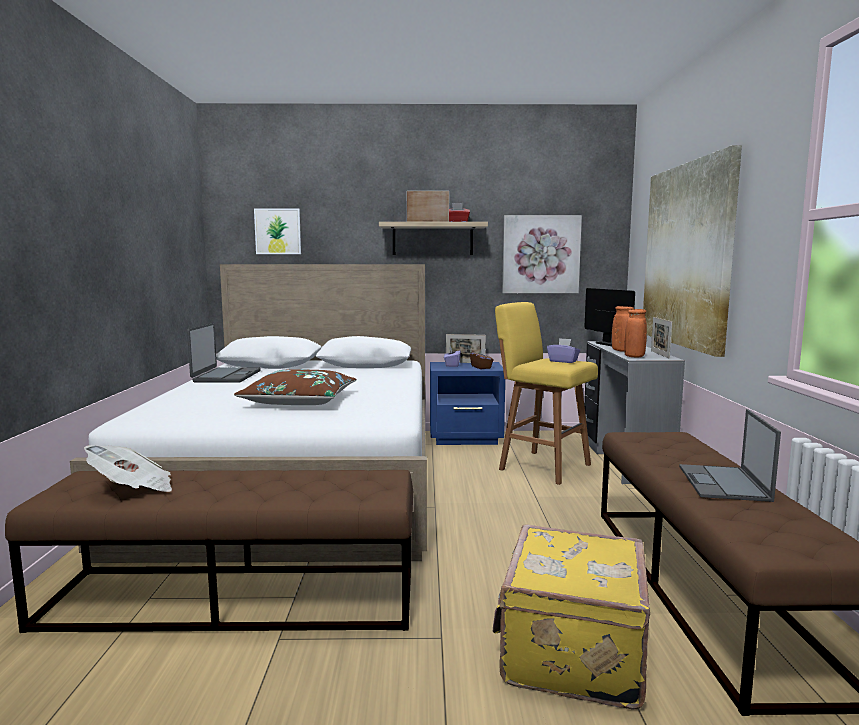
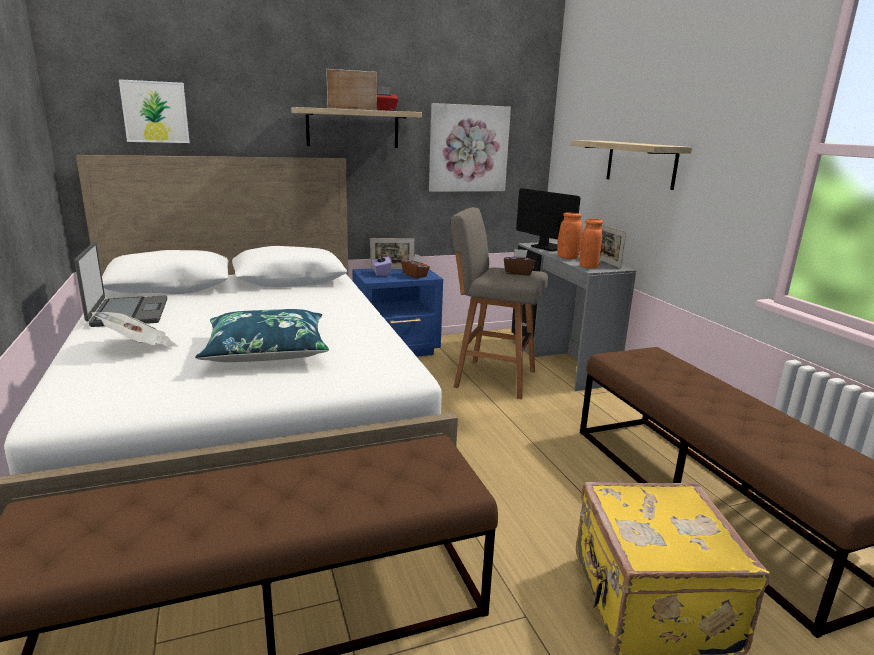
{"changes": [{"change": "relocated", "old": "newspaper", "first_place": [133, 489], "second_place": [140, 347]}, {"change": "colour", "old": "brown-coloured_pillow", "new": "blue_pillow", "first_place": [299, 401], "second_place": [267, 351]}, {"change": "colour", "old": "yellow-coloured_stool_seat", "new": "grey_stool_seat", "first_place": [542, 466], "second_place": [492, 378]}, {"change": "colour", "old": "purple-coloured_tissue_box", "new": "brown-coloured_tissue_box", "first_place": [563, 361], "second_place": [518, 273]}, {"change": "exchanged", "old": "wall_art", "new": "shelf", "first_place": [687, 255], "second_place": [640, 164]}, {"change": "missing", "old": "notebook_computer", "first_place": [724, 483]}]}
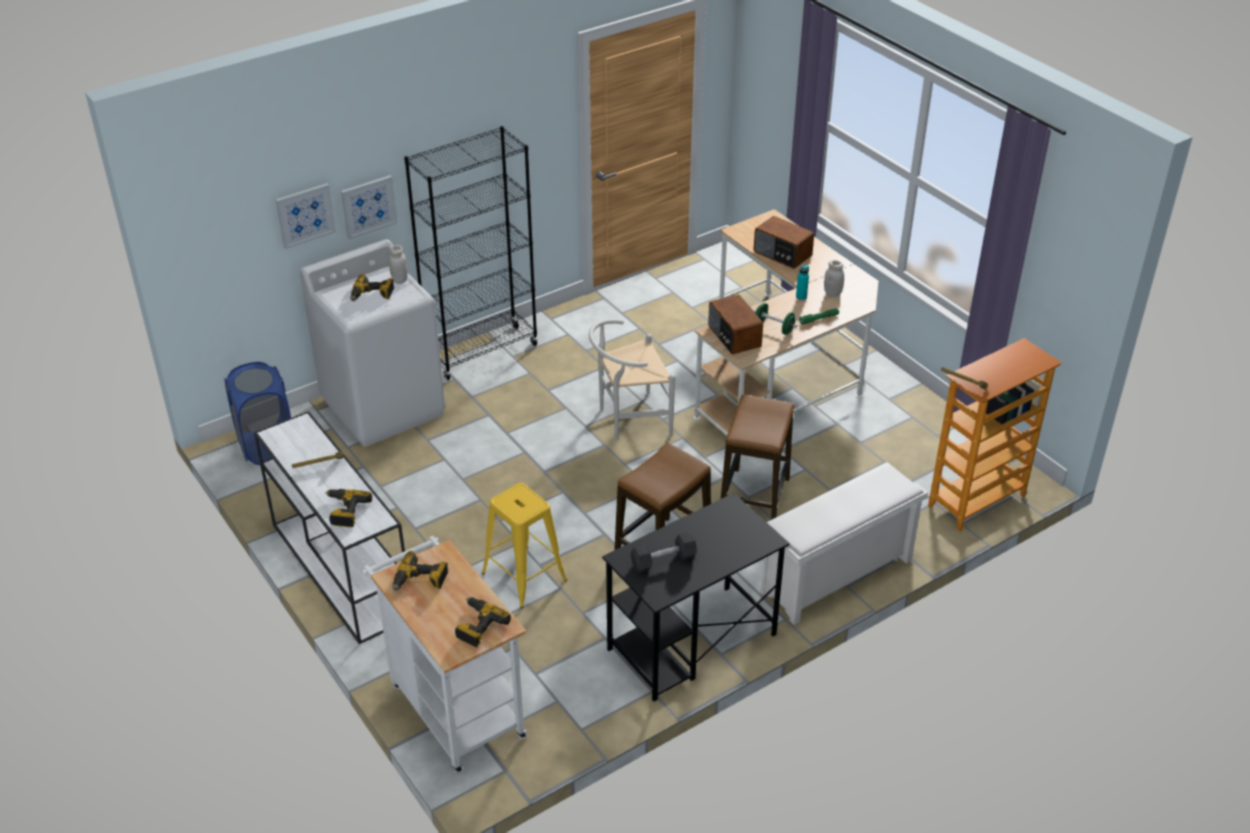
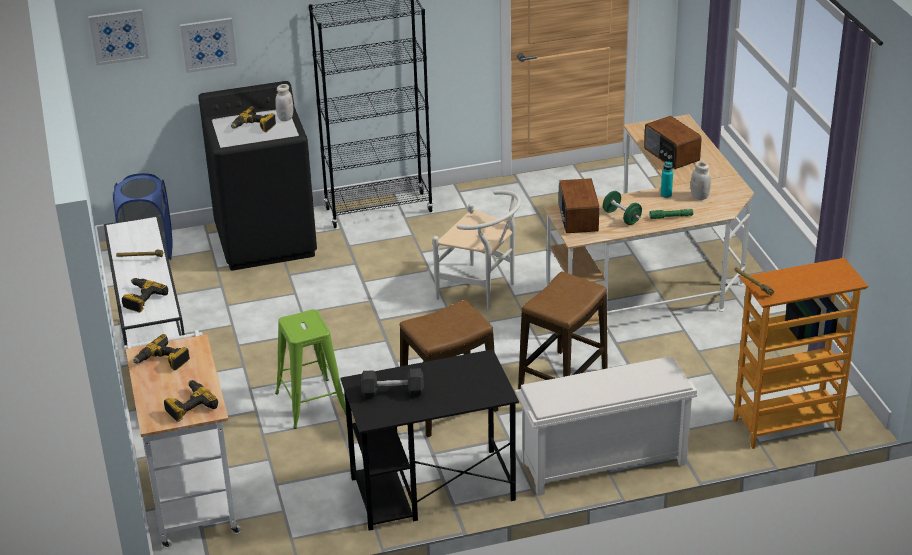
{"changes": [{"change": "relocated", "old": "wall_art", "first_place": [368, 206], "second_place": [118, 36]}, {"change": "colour", "old": "white-coloured_laundry_appliance", "new": "black-coloured_laundry_appliance", "first_place": [384, 406], "second_place": [266, 240]}, {"change": "colour", "old": "yellow-coloured_stool_seat", "new": "green_stool_seat", "first_place": [524, 577], "second_place": [311, 404]}, {"change": "spun", "old": "white-coloured_chair", "first_place": [629, 419], "second_place": [482, 290], "degrees": -150}]}
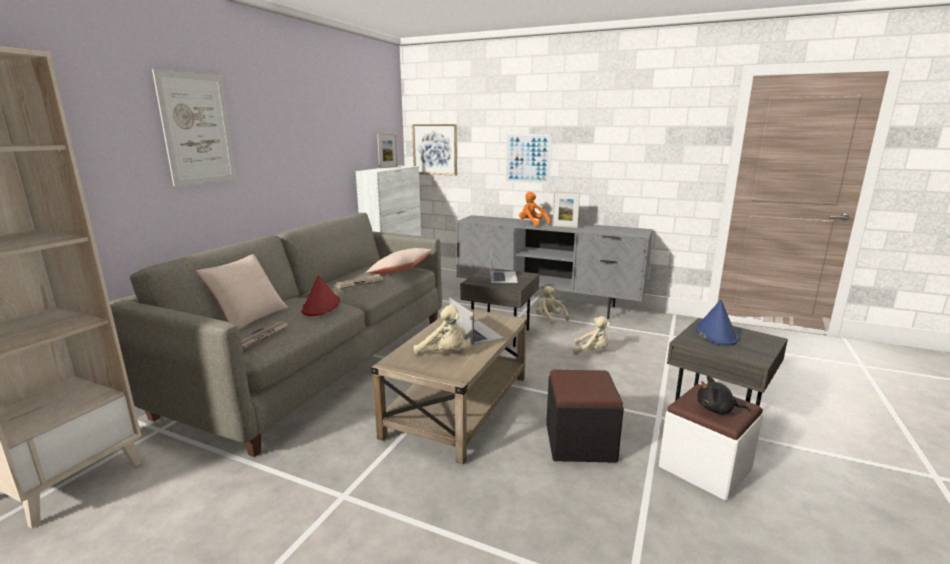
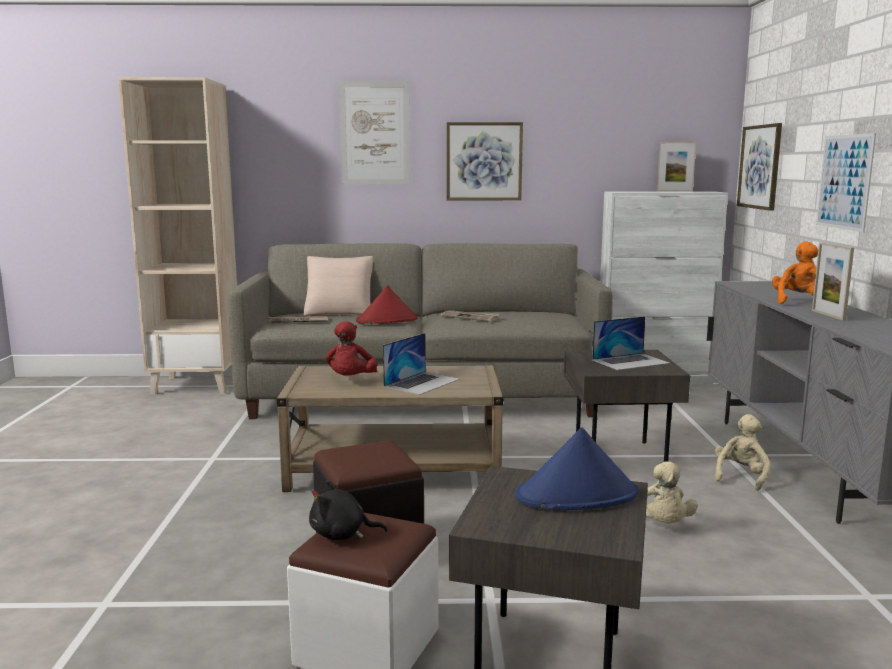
{"changes": [{"change": "spun", "old": "black-coloured_cuddly_toy", "first_place": [717, 410], "second_place": [342, 535], "degrees": -75}, {"change": "colour", "old": "beige_cuddly_toy", "new": "red-coloured_cuddly_toy", "first_place": [444, 353], "second_place": [351, 380]}, {"change": "appeared", "new": "wall_art", "second_place": [484, 161]}, {"change": "missing", "old": "beige_pillow", "first_place": [400, 271]}]}
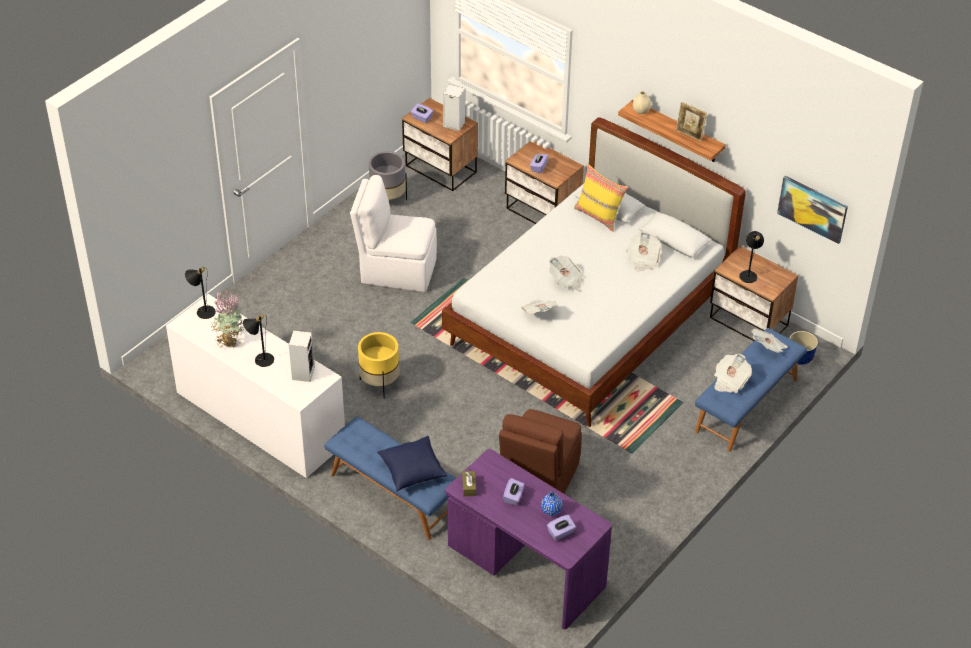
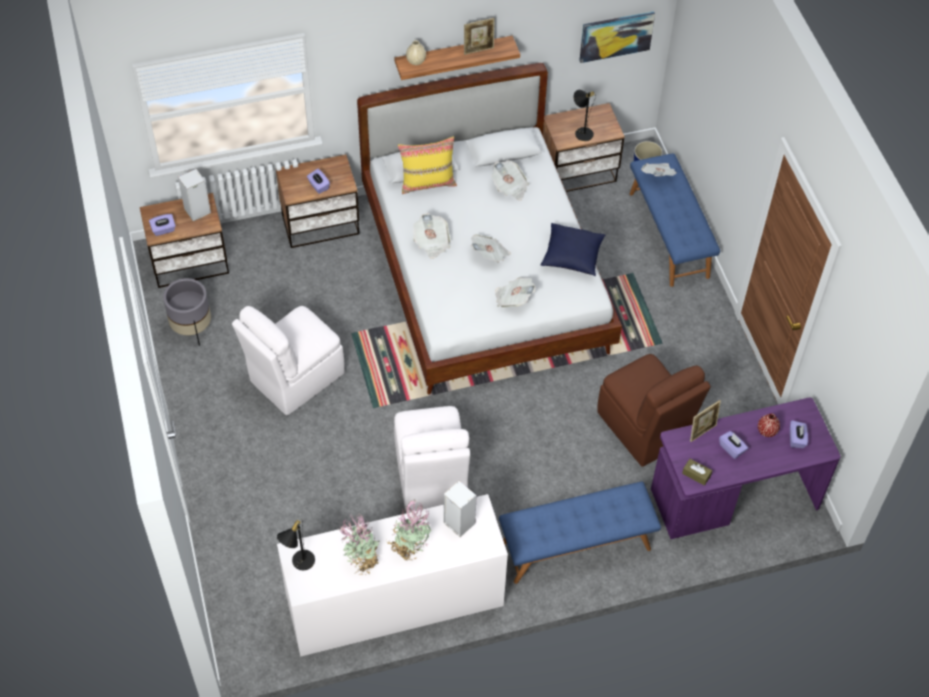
{"changes": [{"change": "exchanged", "old": "black-coloured_lamp_for_a_table", "new": "potted_plant", "first_place": [260, 359], "second_place": [410, 548]}, {"change": "exchanged", "old": "yellow-coloured_flower_pot", "new": "white-coloured_chair", "first_place": [379, 383], "second_place": [431, 477]}, {"change": "relocated", "old": "newspaper", "first_place": [730, 381], "second_place": [431, 243]}, {"change": "relocated", "old": "blue_pillow", "first_place": [412, 471], "second_place": [572, 257]}, {"change": "appeared", "new": "standing_frame", "second_place": [702, 432]}, {"change": "colour", "old": "blue_decorative_vase", "new": "red-coloured_decorative_vase", "first_place": [551, 511], "second_place": [767, 431]}]}
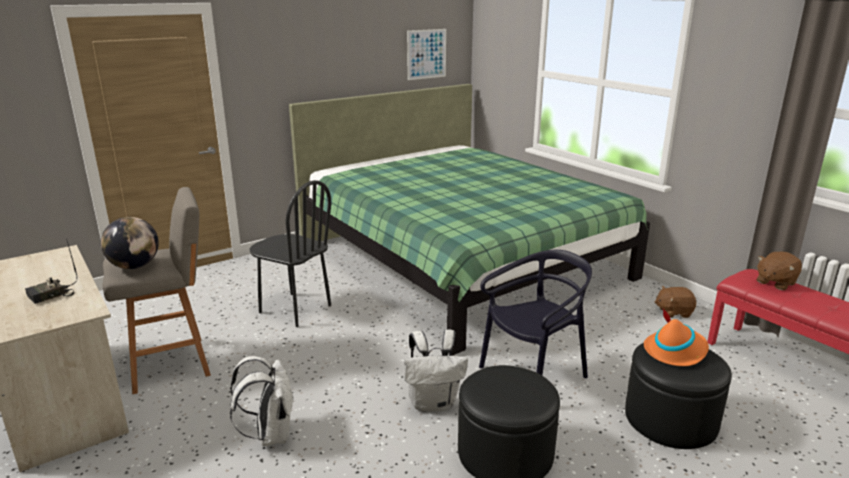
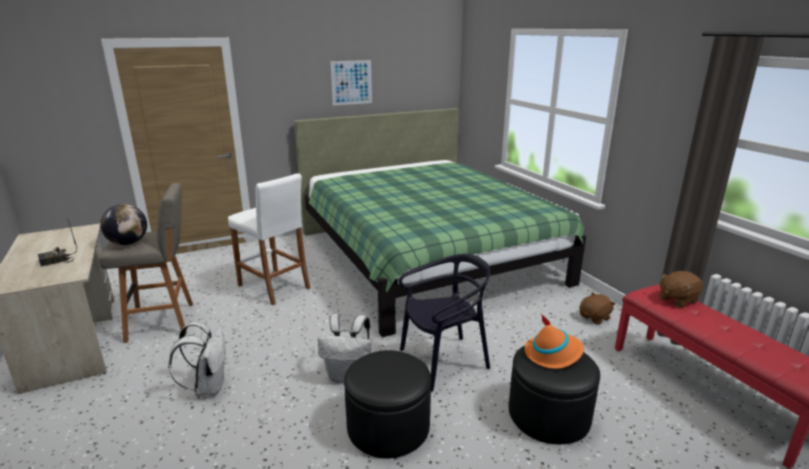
{"changes": [{"change": "exchanged", "old": "black-coloured_chair", "new": "white-coloured_stool_seat", "first_place": [295, 309], "second_place": [274, 287]}, {"change": "relocated", "old": "wall_art", "first_place": [426, 54], "second_place": [351, 82]}, {"change": "spun", "old": "brown-coloured_cuddly_toy", "first_place": [673, 312], "second_place": [595, 318], "degrees": 135}]}
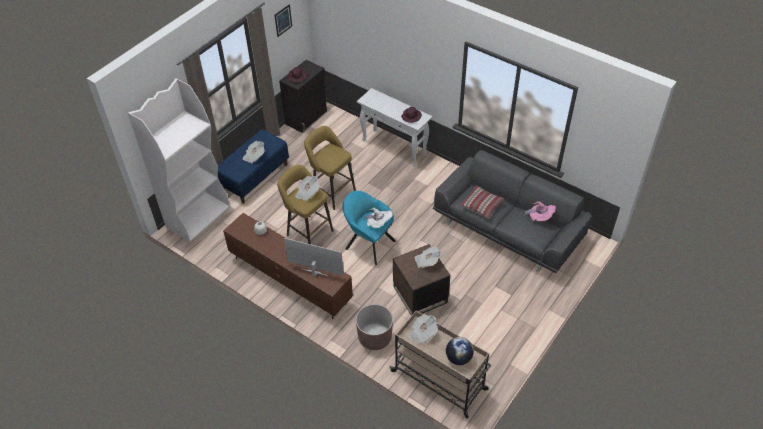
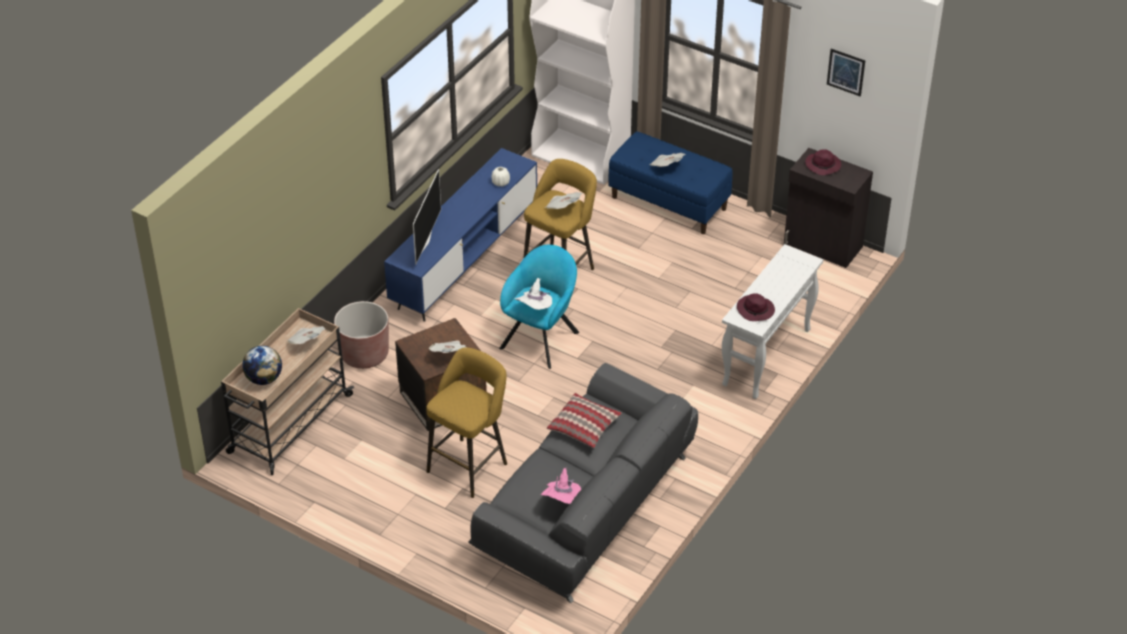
{"changes": [{"change": "colour", "old": "brown-coloured_tv_unit", "new": "blue_tv_unit", "first_place": [290, 280], "second_place": [465, 261]}, {"change": "relocated", "old": "yellow-coloured_stool_seat", "first_place": [331, 192], "second_place": [470, 465]}]}
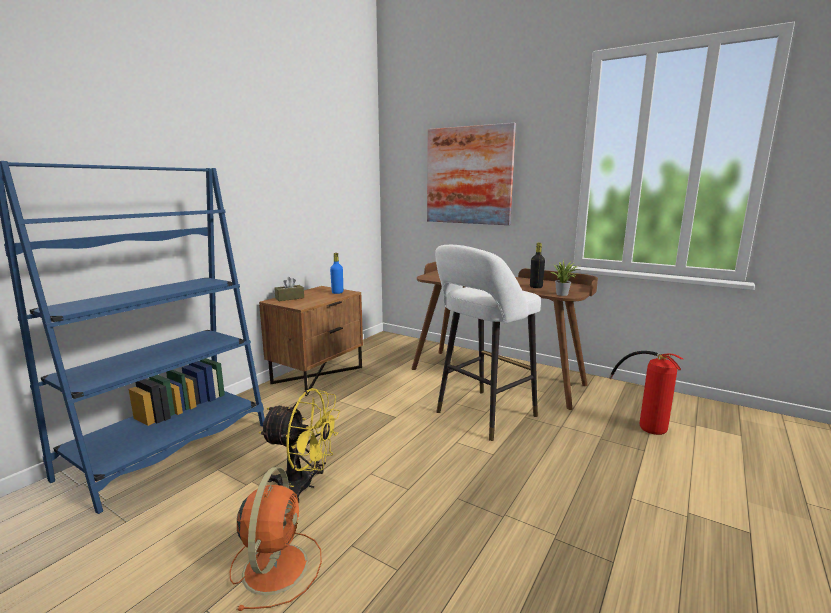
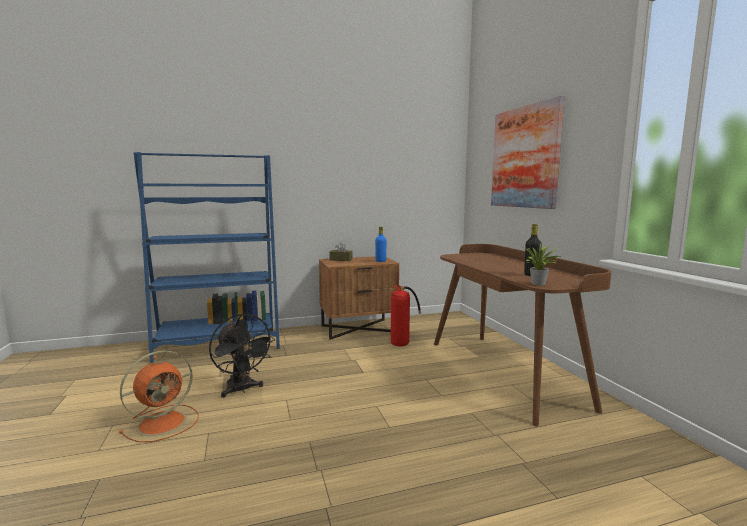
{"changes": [{"change": "colour", "old": "yellow-coloured_electric_fan", "new": "black-coloured_electric_fan", "first_place": [304, 486], "second_place": [241, 390]}, {"change": "relocated", "old": "fire-fighting_cylinder", "first_place": [643, 421], "second_place": [404, 340]}, {"change": "missing", "old": "white-coloured_stool_seat", "first_place": [482, 416]}]}
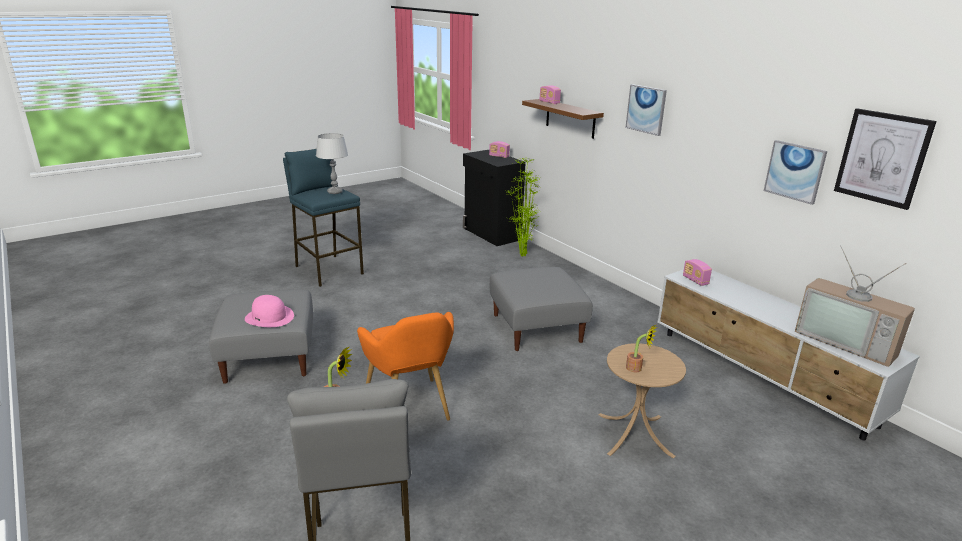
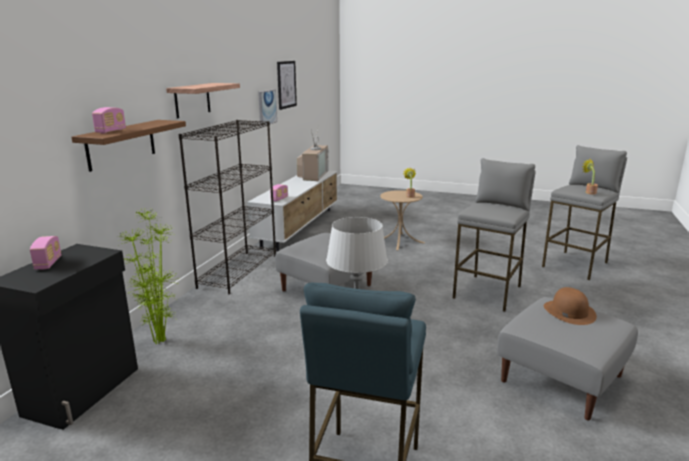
{"changes": [{"change": "exchanged", "old": "wall_art", "new": "shelf", "first_place": [646, 109], "second_place": [192, 100]}, {"change": "appeared", "new": "black-coloured_bookshelf", "second_place": [238, 271]}, {"change": "exchanged", "old": "orangey_armchair", "new": "grey_stool_seat", "first_place": [410, 410], "second_place": [488, 292]}, {"change": "colour", "old": "pinkish_hat", "new": "brown-coloured_hat", "first_place": [269, 317], "second_place": [569, 312]}]}
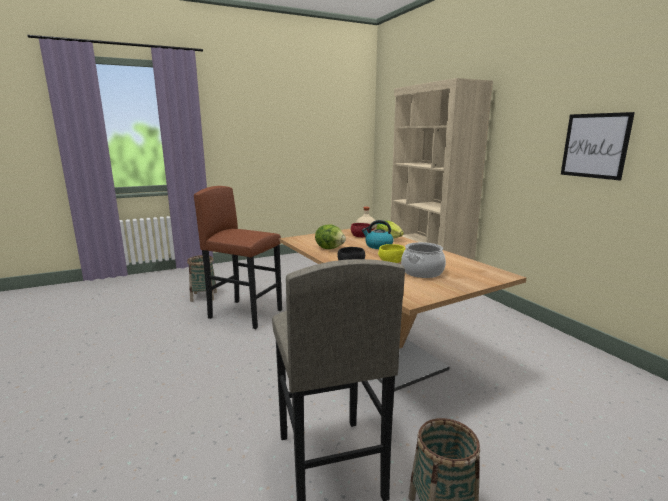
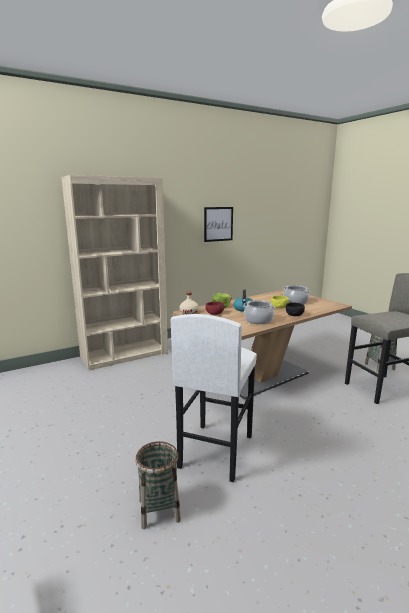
{"changes": [{"change": "colour", "old": "brown-coloured_stool_seat", "new": "white-coloured_stool_seat", "first_place": [245, 314], "second_place": [215, 451]}, {"change": "exchanged", "old": "lettuce_head", "new": "saucepot", "first_place": [330, 248], "second_place": [258, 320]}]}
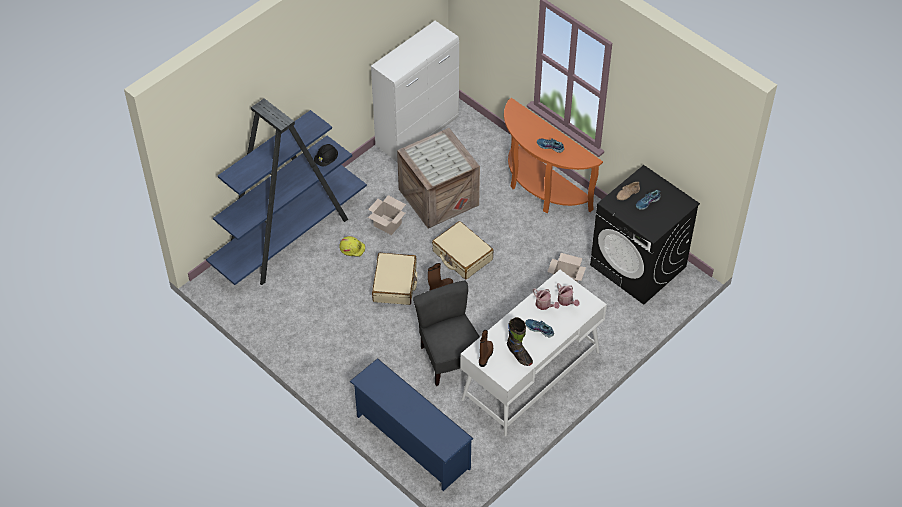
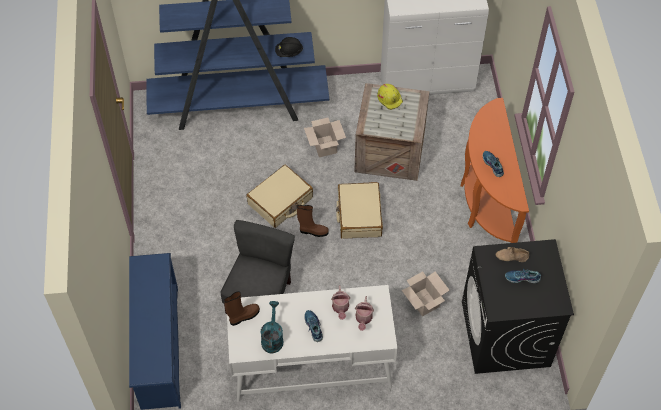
{"changes": [{"change": "exchanged", "old": "black-coloured_boot", "new": "blue-green_watering_pot", "first_place": [519, 355], "second_place": [272, 338]}, {"change": "relocated", "old": "yellow-coloured_safety_helmet", "first_place": [352, 248], "second_place": [390, 98]}]}
